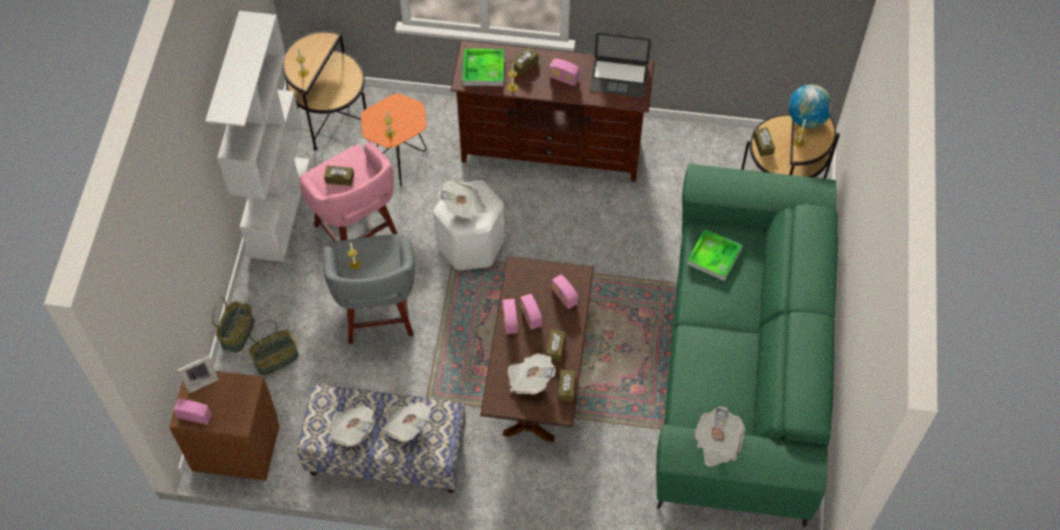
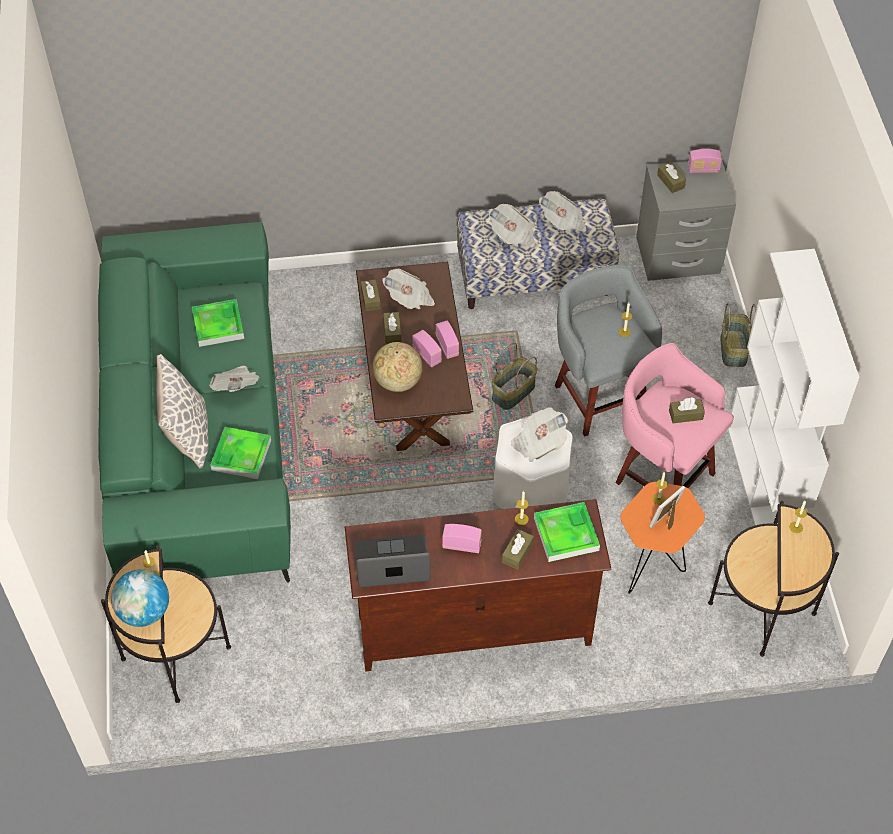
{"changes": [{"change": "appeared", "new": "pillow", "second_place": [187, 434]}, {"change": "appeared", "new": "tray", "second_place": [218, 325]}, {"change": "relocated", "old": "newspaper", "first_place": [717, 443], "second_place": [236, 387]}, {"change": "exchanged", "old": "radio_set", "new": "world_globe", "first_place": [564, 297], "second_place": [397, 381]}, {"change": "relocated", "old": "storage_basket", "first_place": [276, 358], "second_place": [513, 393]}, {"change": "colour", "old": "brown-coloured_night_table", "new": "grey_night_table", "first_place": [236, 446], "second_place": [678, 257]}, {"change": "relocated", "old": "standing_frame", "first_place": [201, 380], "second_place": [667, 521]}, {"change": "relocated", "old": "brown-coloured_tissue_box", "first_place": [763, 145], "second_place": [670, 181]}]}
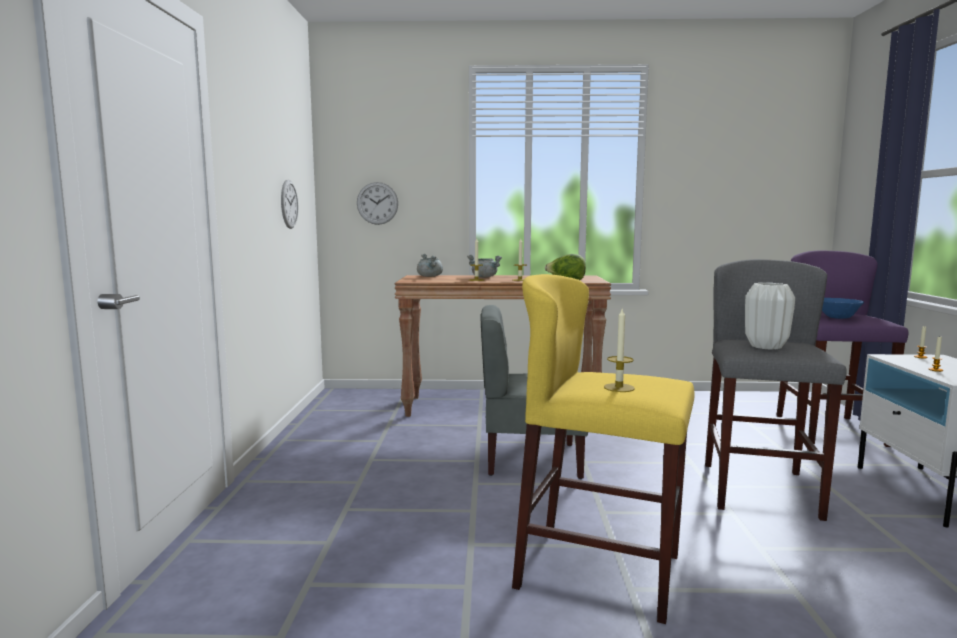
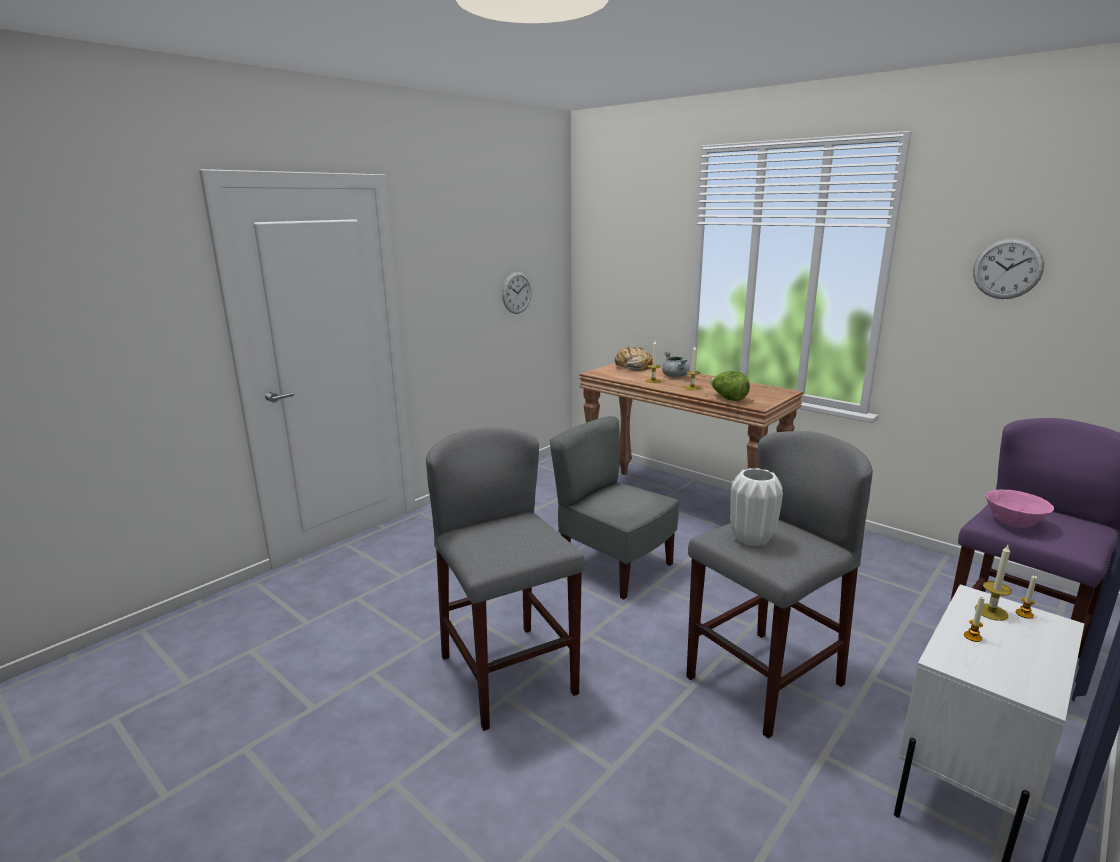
{"changes": [{"change": "colour", "old": "yellow-coloured_stool_seat", "new": "grey_stool_seat", "first_place": [599, 571], "second_place": [508, 675]}, {"change": "exchanged", "old": "grey_saucepot", "new": "bakery_bread", "first_place": [430, 276], "second_place": [633, 367]}, {"change": "relocated", "old": "hanging_clock", "first_place": [377, 203], "second_place": [1007, 269]}, {"change": "relocated", "old": "wax_candle", "first_place": [619, 388], "second_place": [991, 612]}, {"change": "colour", "old": "blue_deep_dish", "new": "pinkish_deep_dish", "first_place": [838, 317], "second_place": [1014, 523]}]}
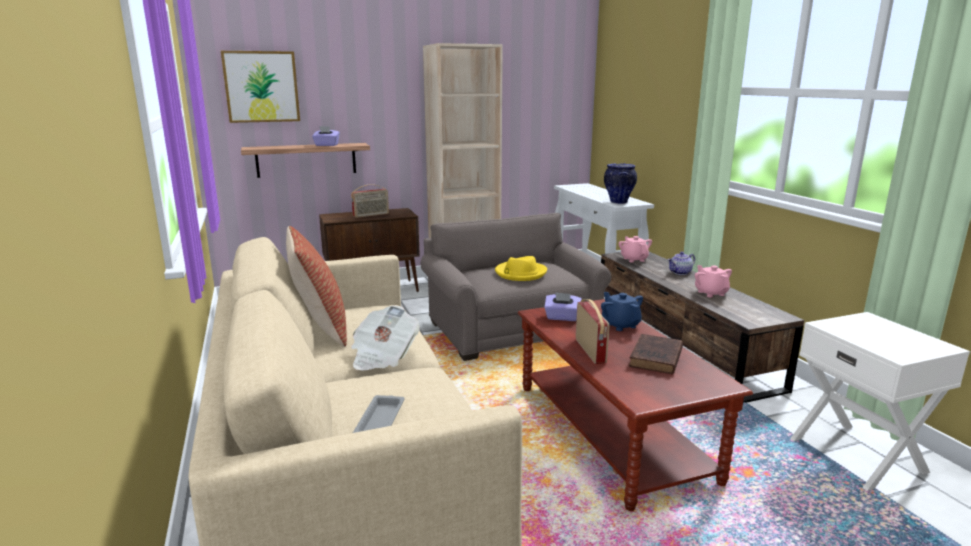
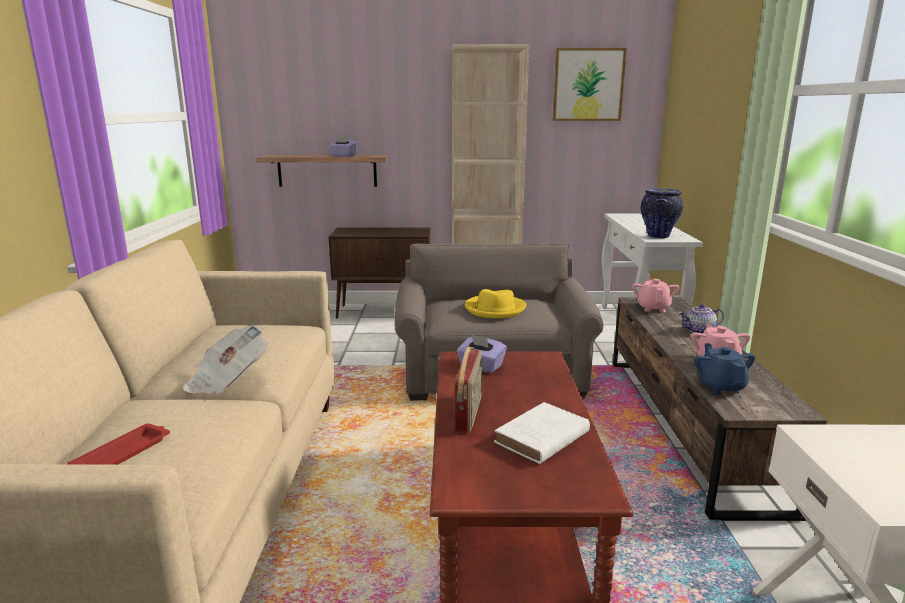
{"changes": [{"change": "colour", "old": "grey_tray", "new": "red-coloured_tray", "first_place": [380, 420], "second_place": [124, 453]}, {"change": "colour", "old": "brown-coloured_bound_book", "new": "white-coloured_bound_book", "first_place": [655, 358], "second_place": [540, 438]}, {"change": "relocated", "old": "wall_art", "first_place": [261, 87], "second_place": [588, 85]}, {"change": "relocated", "old": "blue_tea_pot", "first_place": [620, 325], "second_place": [720, 386]}, {"change": "missing", "old": "pillow", "first_place": [320, 329]}, {"change": "missing", "old": "radio_set", "first_place": [371, 215]}]}
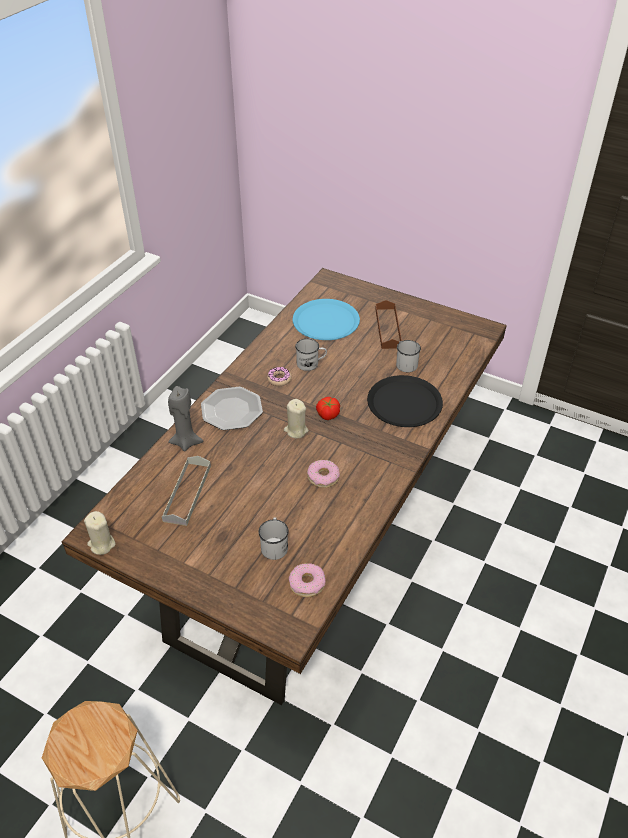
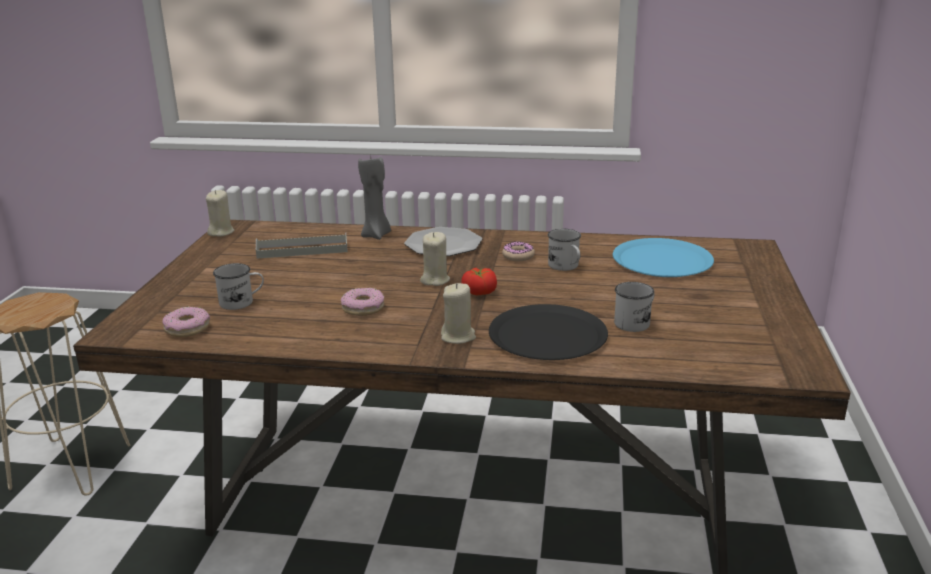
{"changes": [{"change": "appeared", "new": "beige_wax_candle", "second_place": [458, 336]}, {"change": "missing", "old": "brown-coloured_tray", "first_place": [388, 328]}]}
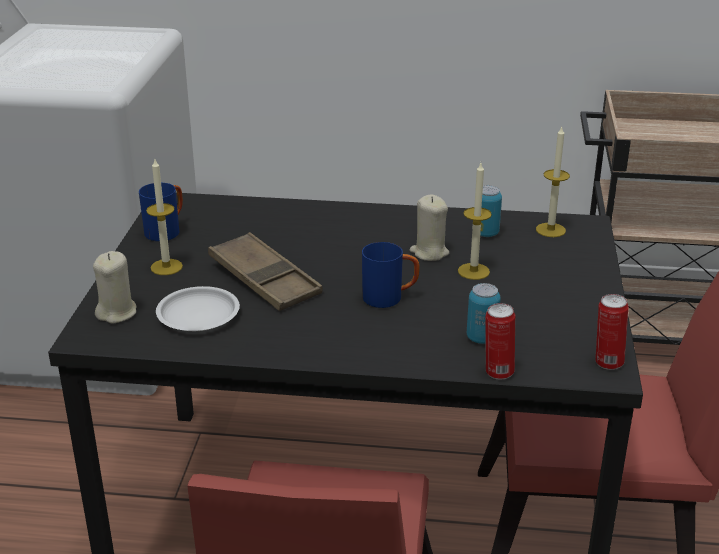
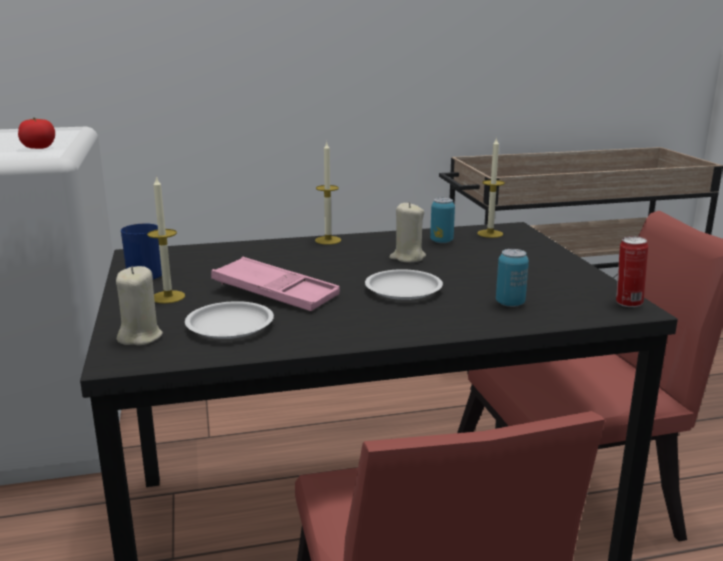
{"changes": [{"change": "appeared", "new": "fresh_tomato", "second_place": [39, 148]}, {"change": "colour", "old": "brown-coloured_tray", "new": "pinkish_tray", "first_place": [264, 279], "second_place": [275, 293]}, {"change": "relocated", "old": "wax_candle", "first_place": [473, 271], "second_place": [328, 240]}, {"change": "exchanged", "old": "blue_mug", "new": "white-coloured_plate", "first_place": [390, 298], "second_place": [403, 289]}, {"change": "missing", "old": "metal_can", "first_place": [497, 372]}]}
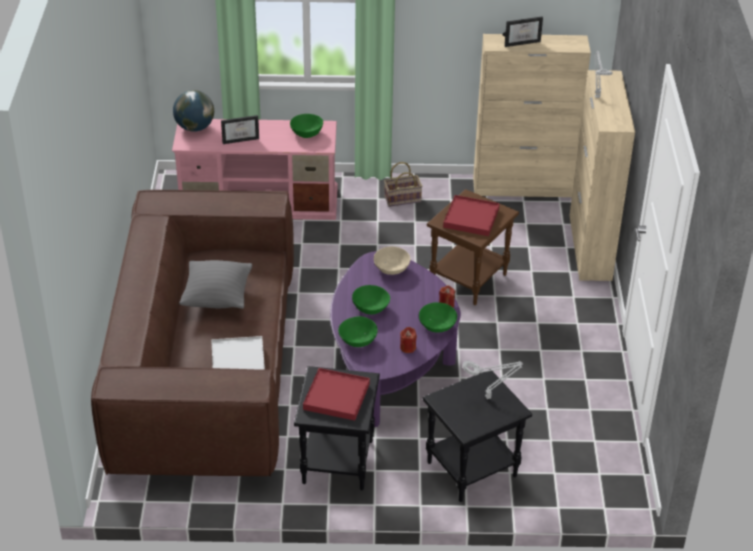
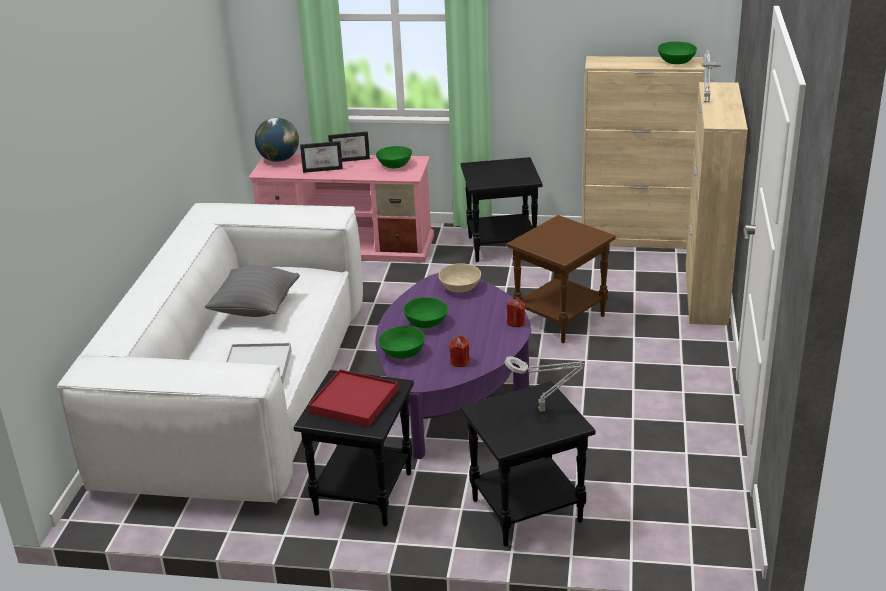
{"changes": [{"change": "colour", "old": "brown-coloured_couch", "new": "white-coloured_couch", "first_place": [205, 366], "second_place": [240, 389]}, {"change": "relocated", "old": "standing_frame", "first_place": [521, 42], "second_place": [350, 159]}, {"change": "exchanged", "old": "storage_basket", "new": "black-coloured_side_table", "first_place": [403, 198], "second_place": [502, 246]}, {"change": "relocated", "old": "green_deep_dish", "first_place": [437, 326], "second_place": [676, 62]}, {"change": "missing", "old": "red-coloured_tray", "first_place": [471, 218]}]}
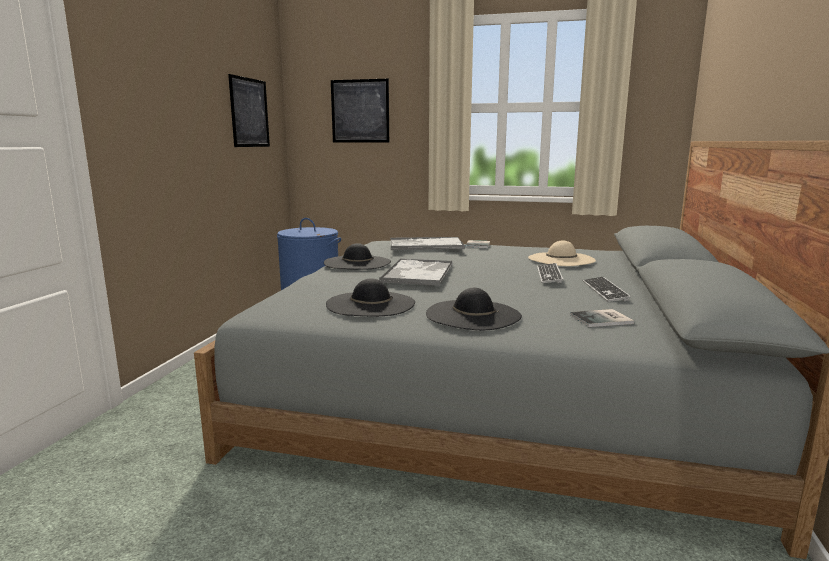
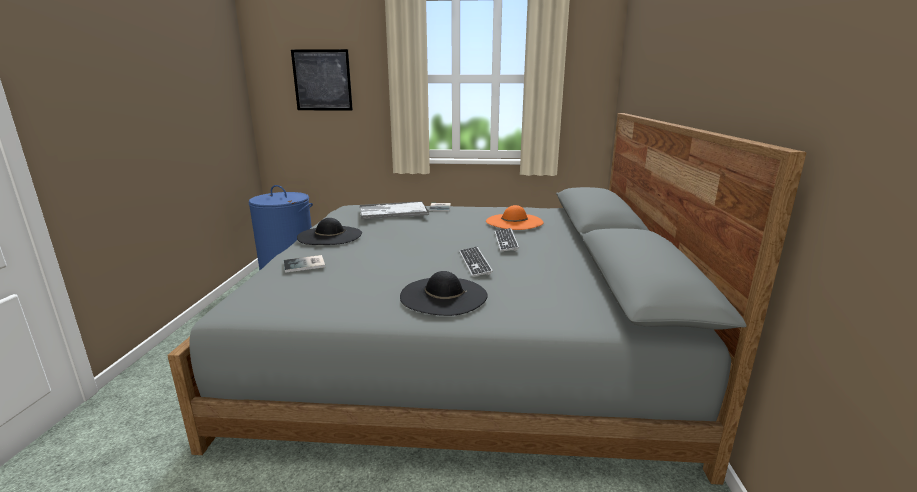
{"changes": [{"change": "relocated", "old": "bound_book", "first_place": [603, 319], "second_place": [305, 265]}, {"change": "relocated", "old": "keyboard", "first_place": [605, 291], "second_place": [474, 263]}, {"change": "colour", "old": "beige_hat", "new": "orangey_hat", "first_place": [561, 259], "second_place": [514, 222]}, {"change": "missing", "old": "wall_art", "first_place": [249, 112]}, {"change": "missing", "old": "black-coloured_hat", "first_place": [370, 304]}, {"change": "missing", "old": "tray", "first_place": [418, 273]}]}
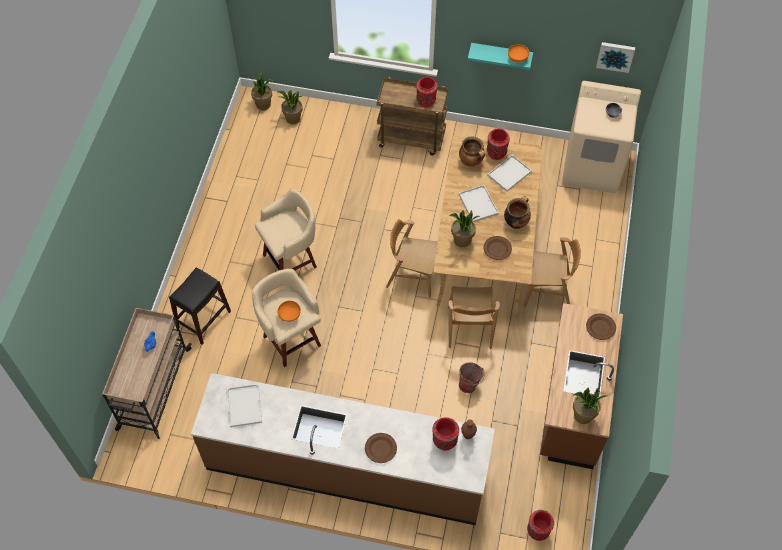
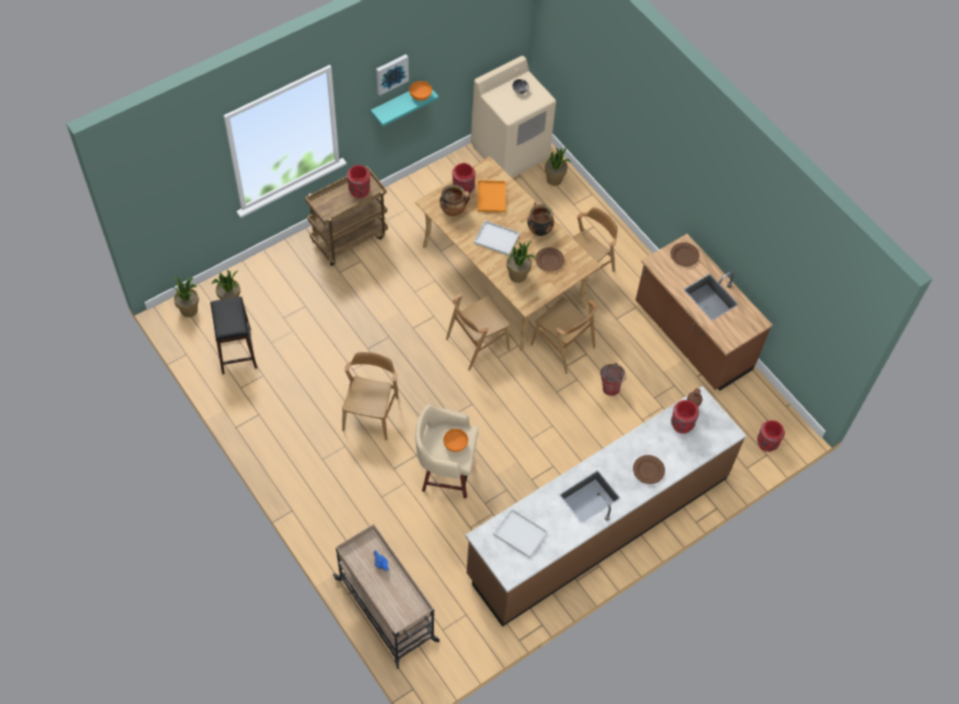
{"changes": [{"change": "relocated", "old": "black-coloured_stool_seat", "first_place": [203, 319], "second_place": [236, 351]}, {"change": "exchanged", "old": "beige_stool_seat", "new": "brown-coloured_chair", "first_place": [291, 260], "second_place": [371, 414]}, {"change": "relocated", "old": "wall_art", "first_place": [615, 56], "second_place": [391, 73]}, {"change": "colour", "old": "white-coloured_tray", "new": "orangey_tray", "first_place": [509, 174], "second_place": [491, 197]}, {"change": "relocated", "old": "potted_plant", "first_place": [583, 416], "second_place": [554, 180]}]}
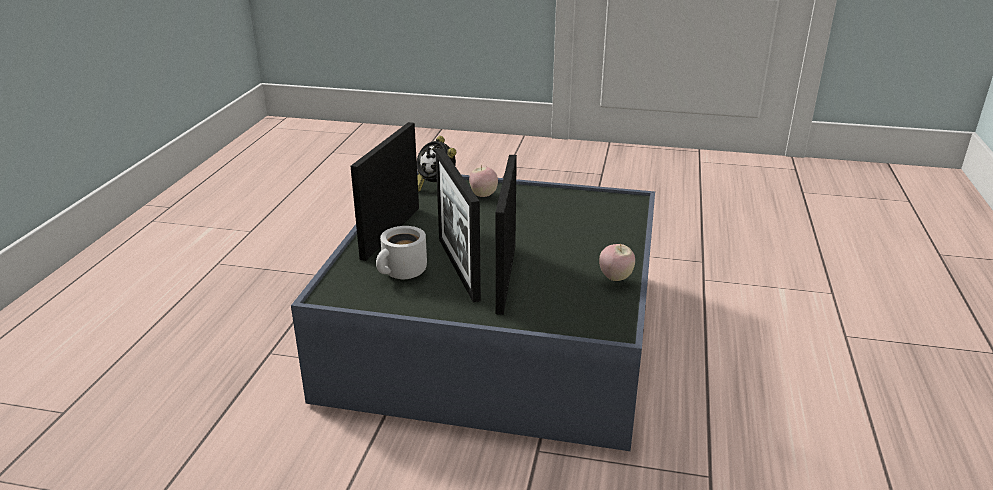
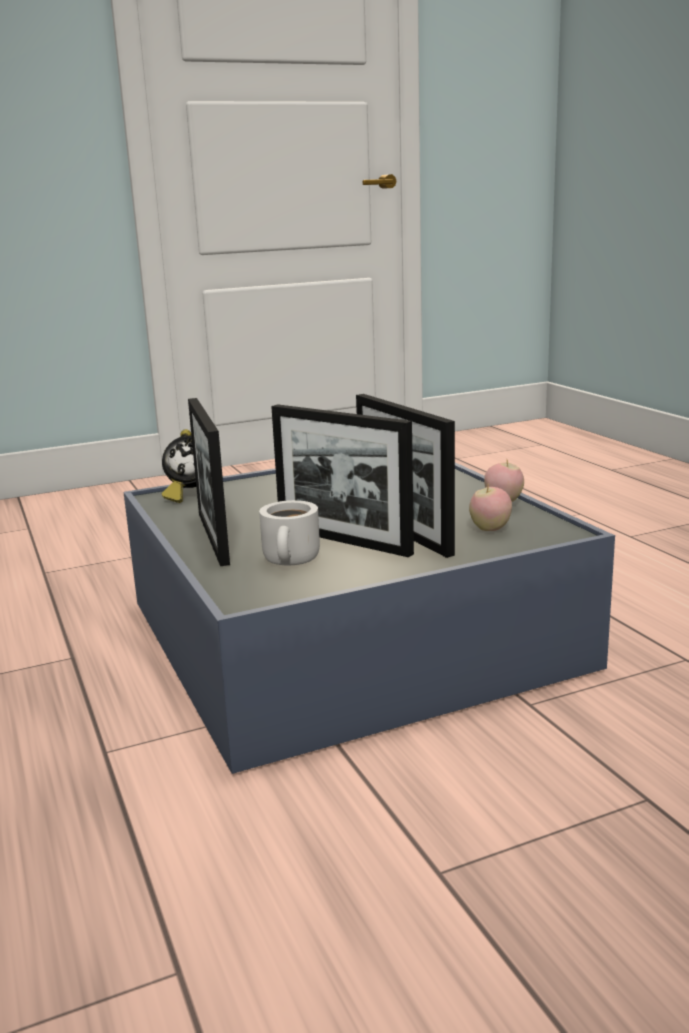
{"changes": [{"change": "relocated", "old": "apple_fruit", "first_place": [483, 195], "second_place": [490, 529]}]}
